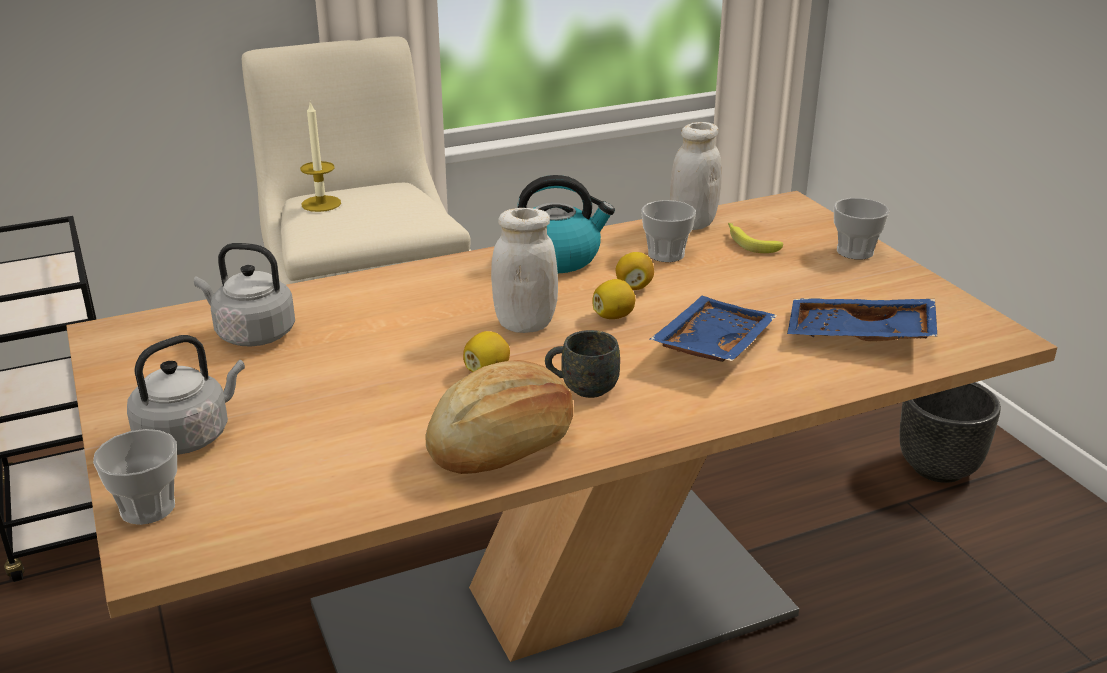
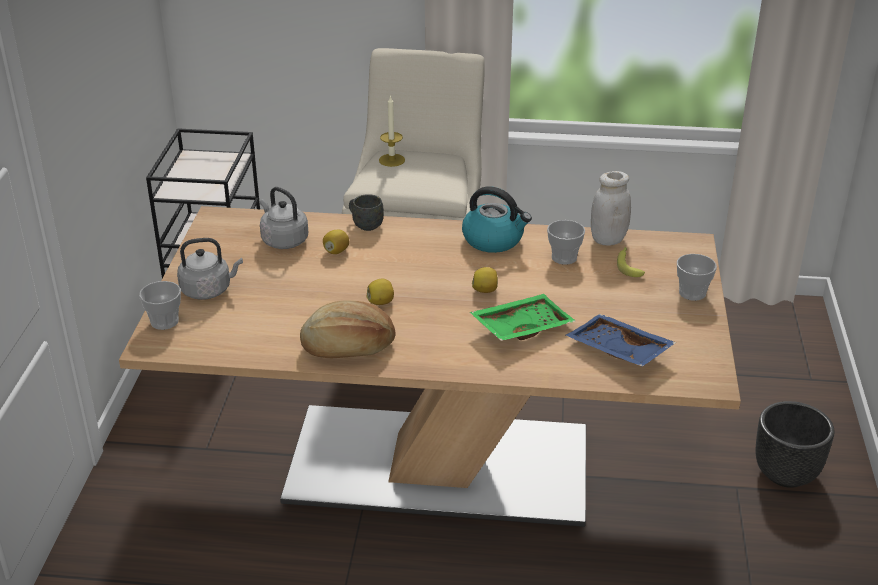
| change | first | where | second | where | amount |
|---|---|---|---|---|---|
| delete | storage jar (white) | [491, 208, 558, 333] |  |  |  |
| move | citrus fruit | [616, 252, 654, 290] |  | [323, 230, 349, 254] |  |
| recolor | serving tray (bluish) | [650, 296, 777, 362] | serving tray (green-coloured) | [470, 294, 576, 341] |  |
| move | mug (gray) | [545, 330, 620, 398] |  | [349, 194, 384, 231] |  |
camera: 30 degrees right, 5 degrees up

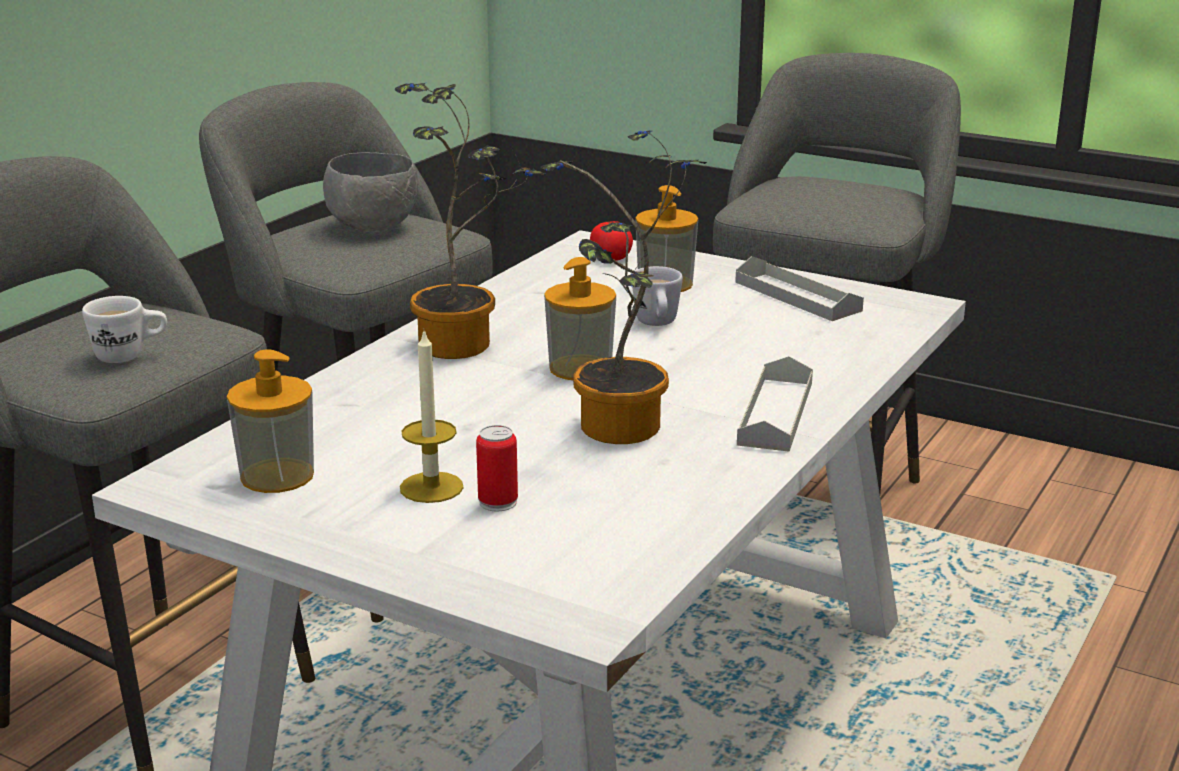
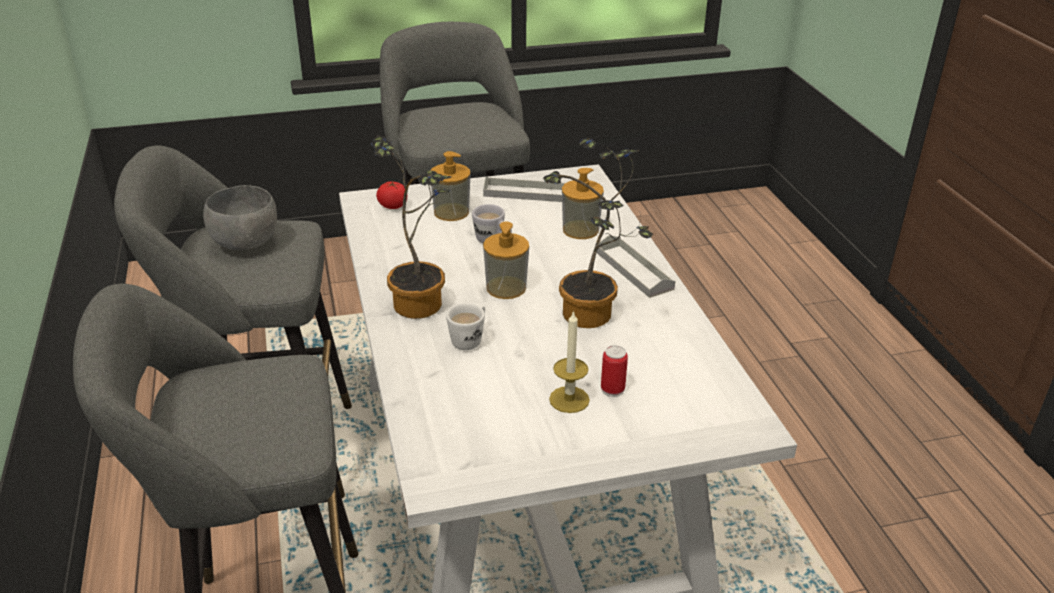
| change | first | where | second | where | amount |
|---|---|---|---|---|---|
| move | mug (white) | [82, 296, 167, 363] |  | [446, 303, 485, 350] |  |
| move | soap bottle | [227, 349, 314, 493] |  | [562, 168, 604, 239] |  |
camera: 45 degrees left, 10 degrees up

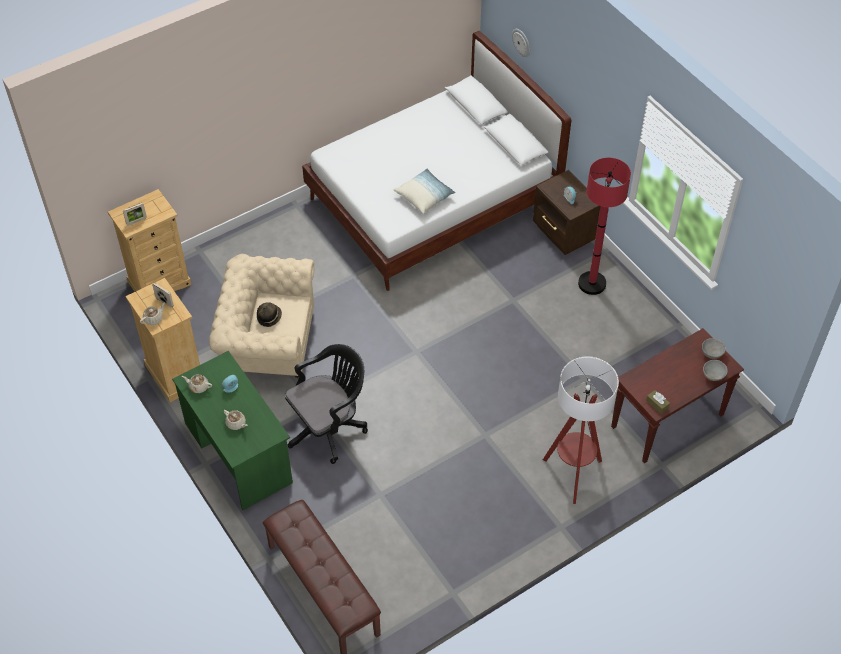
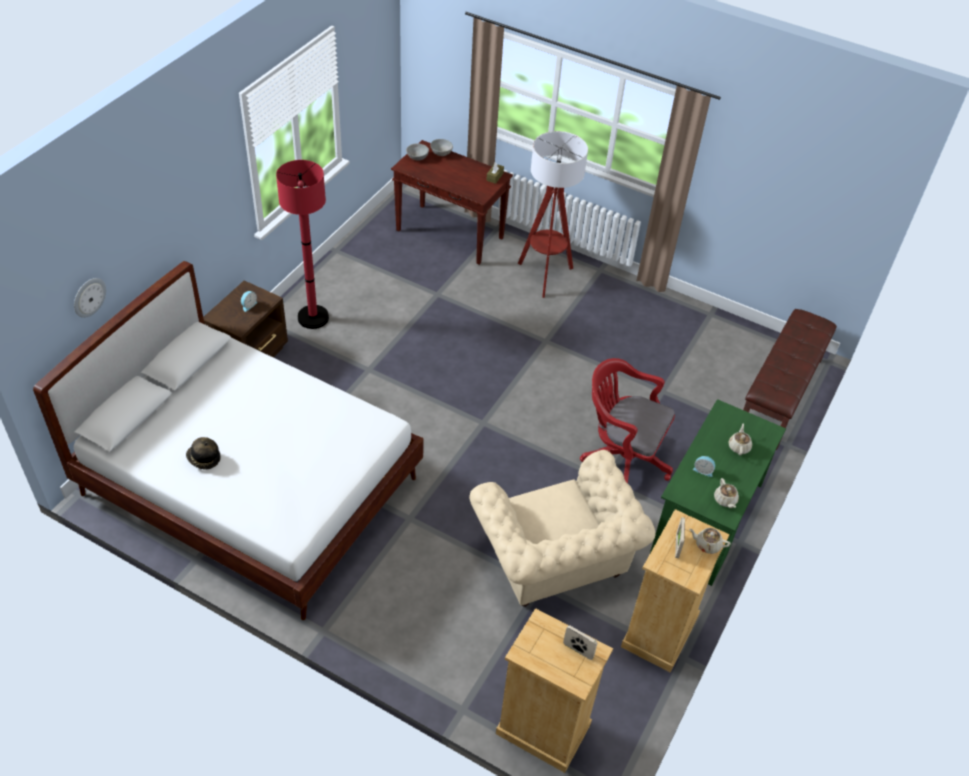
| change | first | where | second | where | amount |
|---|---|---|---|---|---|
| delete | throw pillow | [393, 168, 456, 214] |  |  |  |
| move | hat | [257, 302, 282, 327] |  | [186, 437, 221, 470] |  |
| recolor | computer chair (black-coloured) | [285, 344, 368, 464] | computer chair (reddish) | [580, 358, 675, 483] |  |
camera: 120 degrees left, 5 degrees down

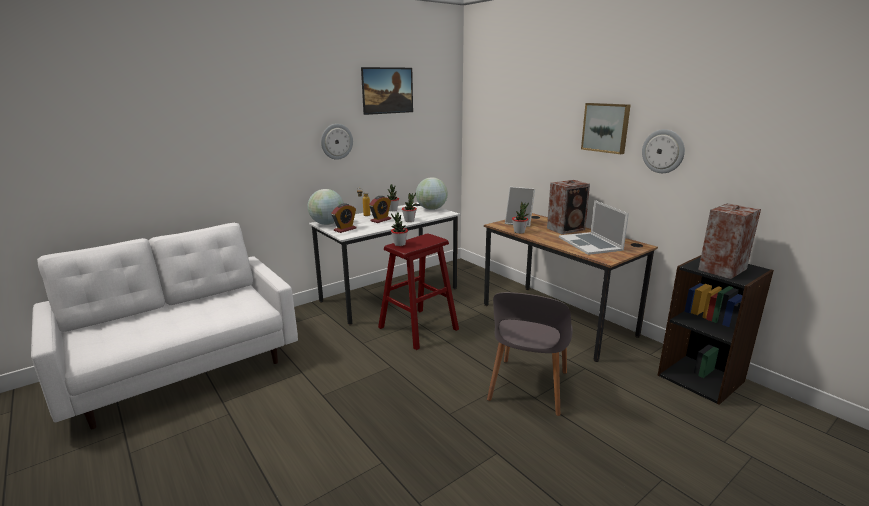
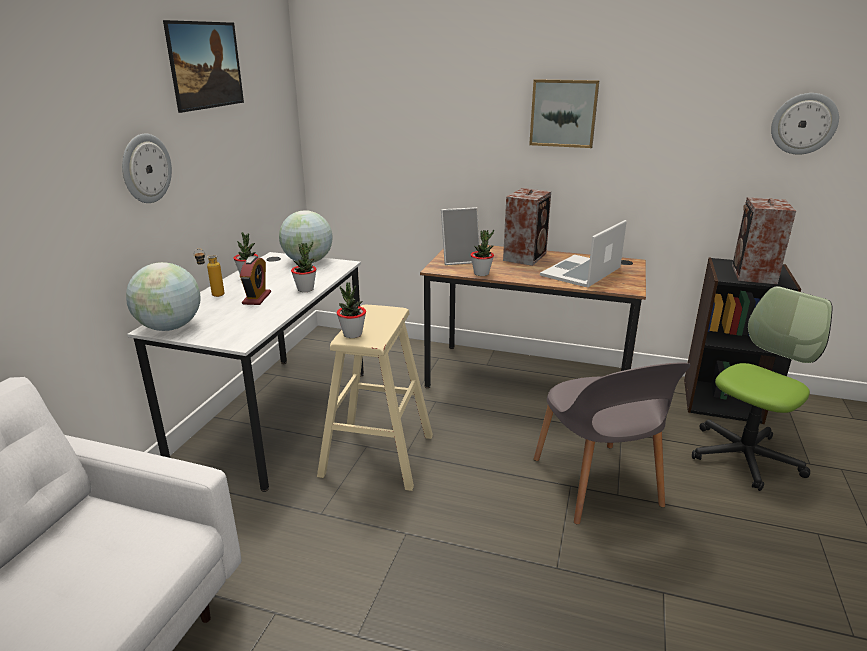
| change | first | where | second | where | amount |
|---|---|---|---|---|---|
| move | hanging clock | [642, 129, 685, 173] |  | [771, 93, 839, 155] |  |
| rotate | notebook computer | [559, 200, 629, 255] |  | [540, 220, 627, 288] | 90 degrees clockwise |
| delete | table clock | [331, 204, 357, 233] |  |  |  |
| recolor | sitting stool (reddish) | [378, 234, 459, 350] | sitting stool (beige-coloured) | [317, 305, 433, 491] |  |
| insert |  |  | computer chair | [692, 286, 833, 491] |  |
camera: 35 degrees left, 5 degrees up

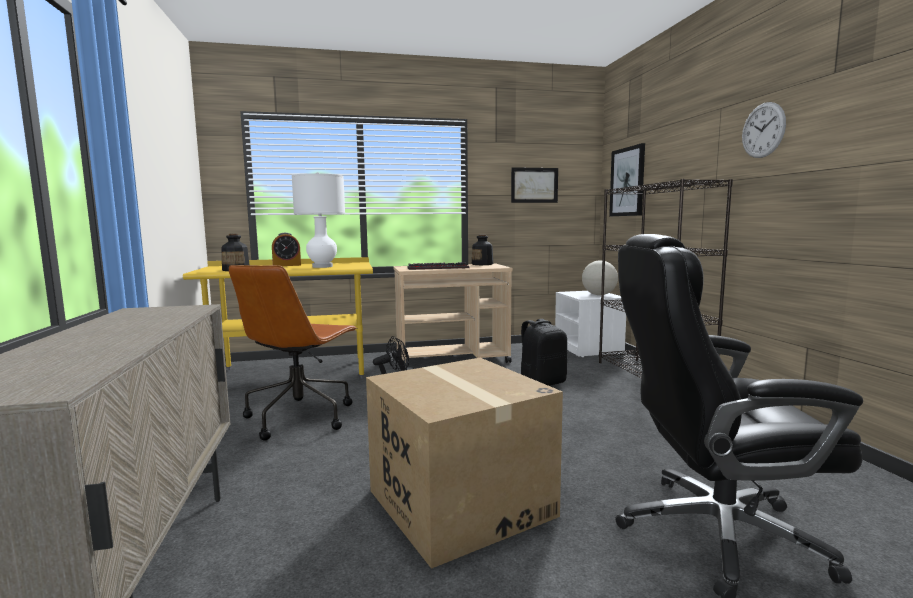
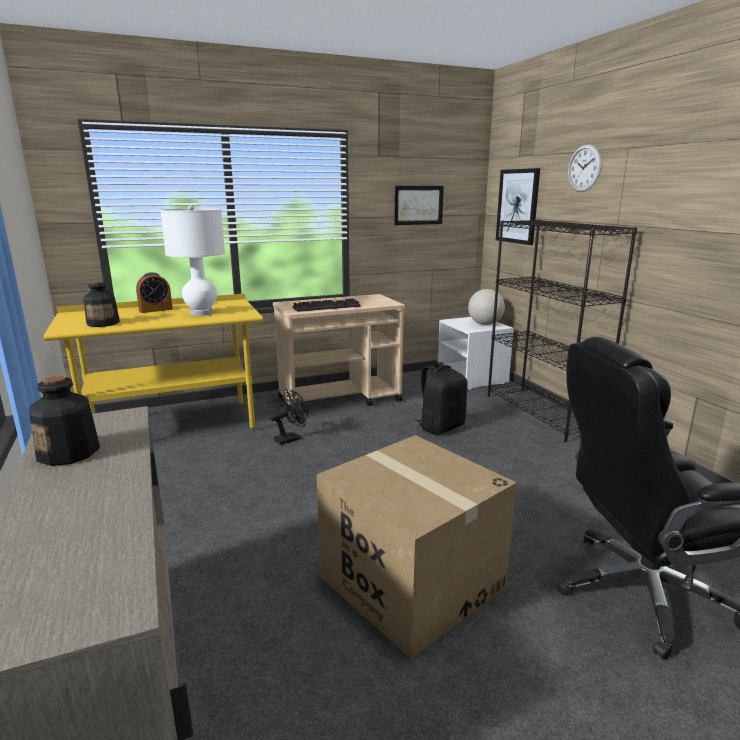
| change | first | where | second | where | amount |
|---|---|---|---|---|---|
| move | hanging clock | [742, 102, 786, 158] |  | [568, 144, 602, 192] |  |
| move | beverage bottle | [472, 235, 493, 265] |  | [29, 375, 100, 466] |  |
| delete | computer chair (brown-coloured) | [229, 265, 357, 441] |  |  |  |
camera: 10 degrees left, 10 degrees up

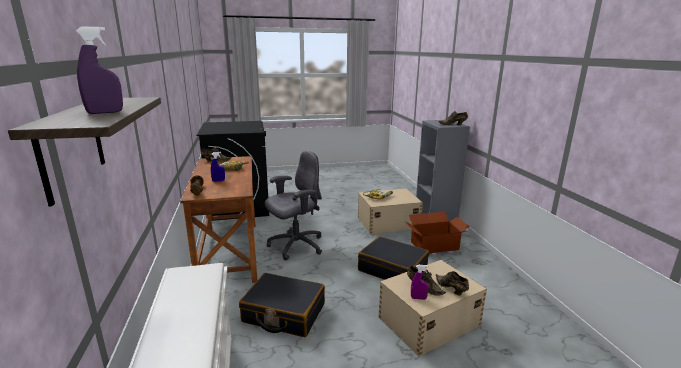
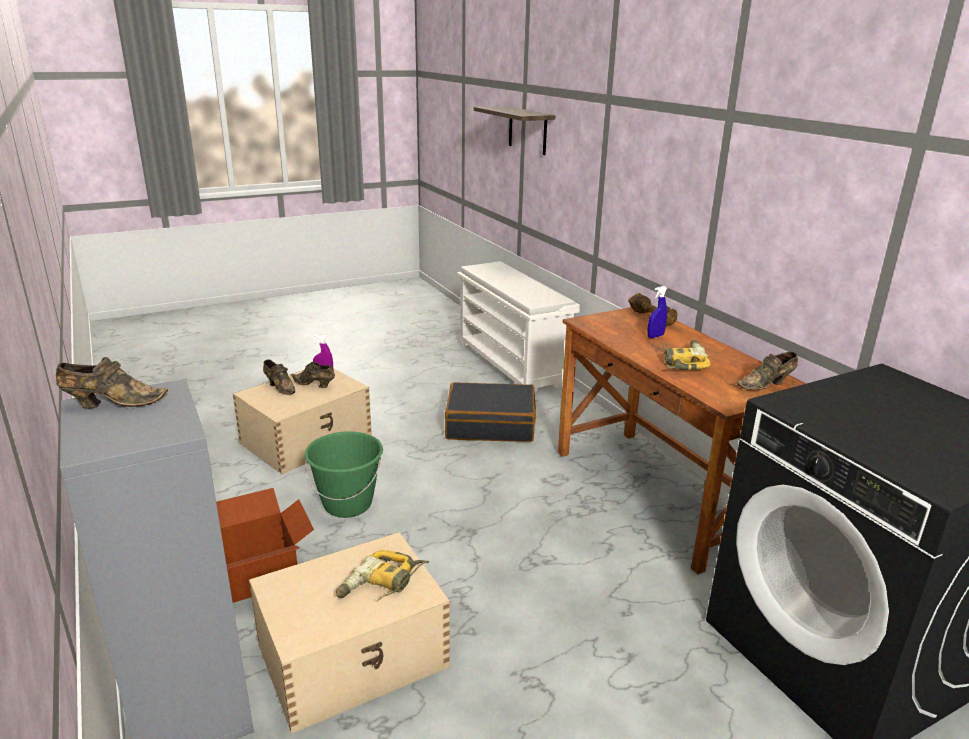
| change | first | where | second | where | amount |
|---|---|---|---|---|---|
| delete | spray bottle (purple-coloured) | [76, 27, 123, 114] |  |  |  |
| delete | computer chair (gray) | [265, 151, 322, 261] |  |  |  |
| replace | suitcase (black-coloured) | [358, 236, 429, 280] | bucket (green-coloured) | [305, 431, 383, 518] |  |
camera: 165 degrees right, 5 degrees up

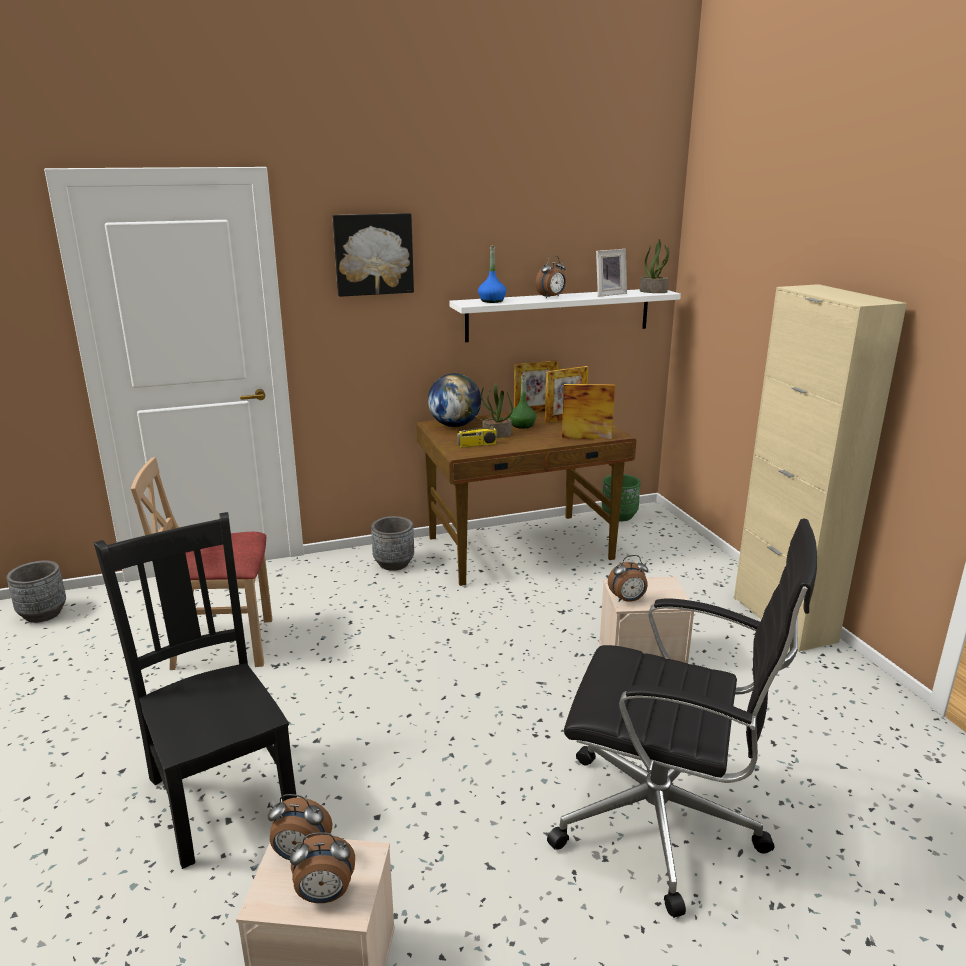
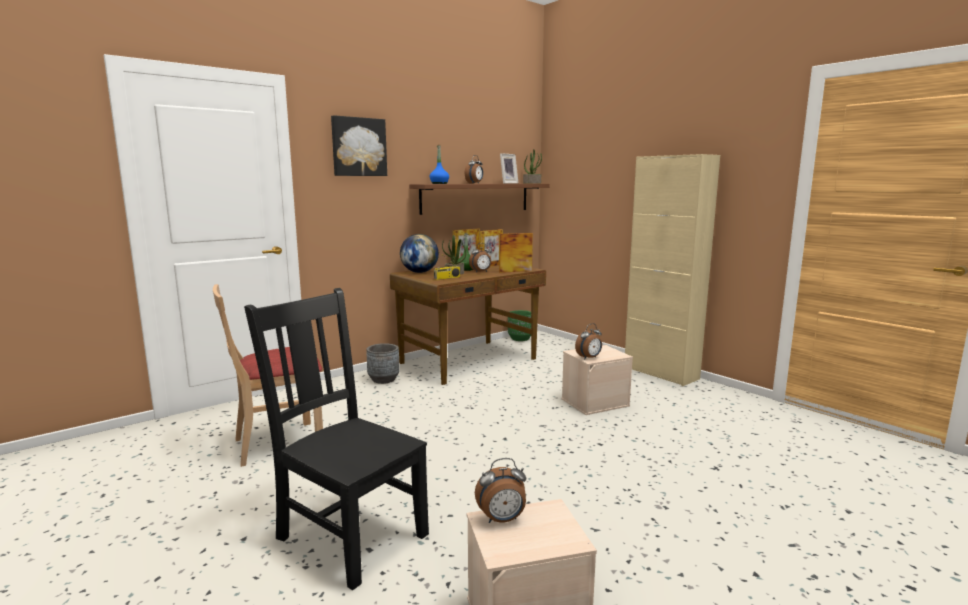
| change | first | where | second | where | amount |
|---|---|---|---|---|---|
| recolor | shelf (white) | [449, 289, 681, 342] | shelf (brown-coloured) | [409, 184, 550, 215] |  |
| delete | computer chair (black-coloured) | [547, 519, 817, 918] |  |  |  |
| delete | plant pot (gray) | [6, 560, 66, 623] |  |  |  |
| move | table clock | [290, 832, 355, 903] |  | [469, 243, 491, 273] |  |
camera: 20 degrees left, 10 degrees down

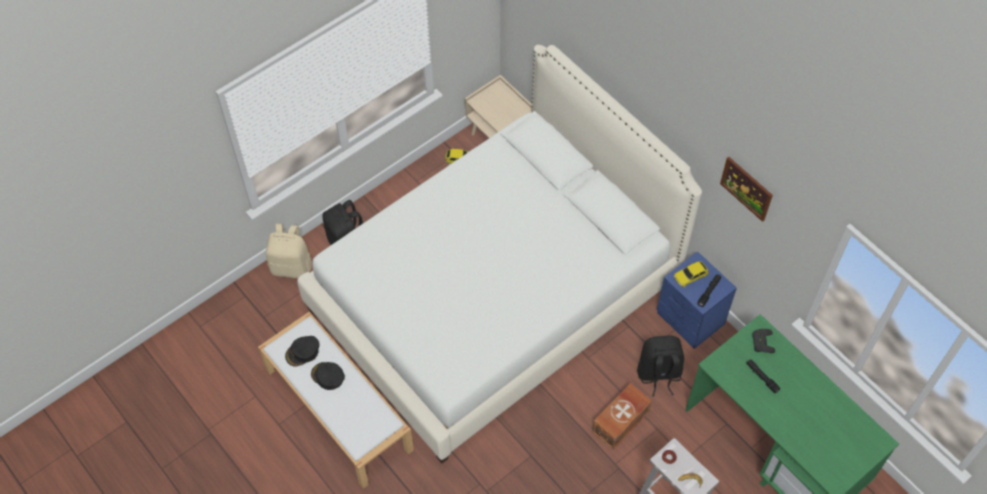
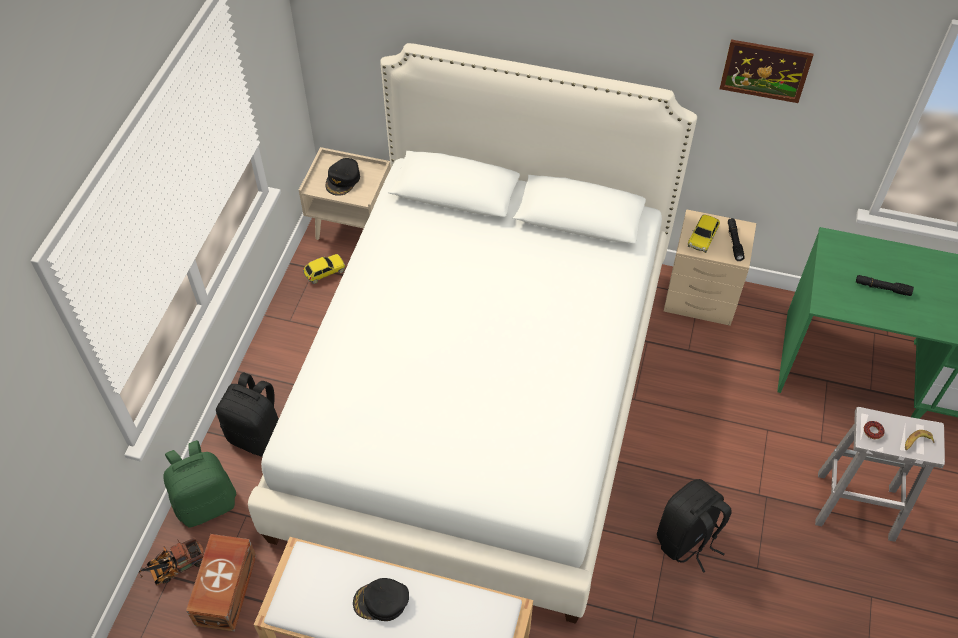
| change | first | where | second | where | amount |
|---|---|---|---|---|---|
| recolor | knapsack (beige-coloured) | [266, 224, 312, 278] | knapsack (green-coloured) | [163, 440, 236, 528] |  |
| recolor | night table (bluish) | [657, 251, 737, 349] | night table (beige-coloured) | [664, 209, 756, 326] |  |
| delete | gamepad (black-coloured) | [753, 329, 775, 353] |  |  |  |
| move | baseball cap (black-coloured) | [285, 336, 319, 366] |  | [326, 158, 360, 196] |  |
| move | knapsack (black-coloured) | [637, 336, 684, 397] |  | [657, 479, 731, 573] |  |
| move | storage box (brown-coloured) | [592, 383, 652, 450] |  | [186, 534, 256, 632] |  |
| insert |  |  | toy truck | [139, 537, 204, 585] |  |
camera: 35 degrees left, 5 degrees down

